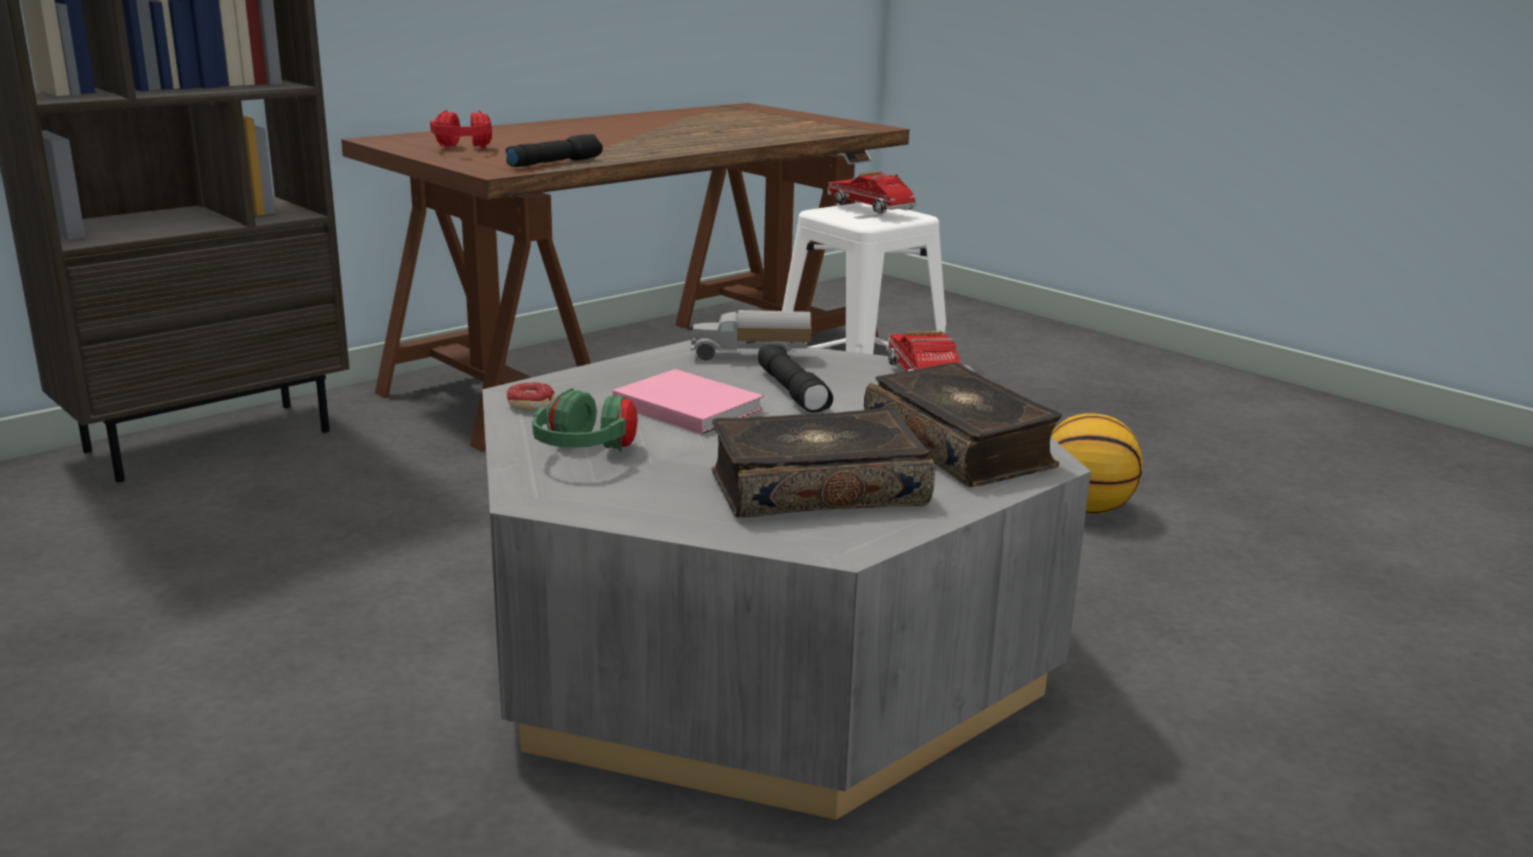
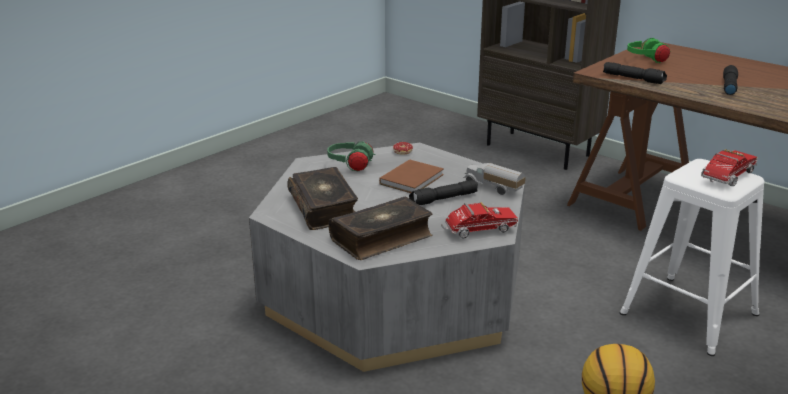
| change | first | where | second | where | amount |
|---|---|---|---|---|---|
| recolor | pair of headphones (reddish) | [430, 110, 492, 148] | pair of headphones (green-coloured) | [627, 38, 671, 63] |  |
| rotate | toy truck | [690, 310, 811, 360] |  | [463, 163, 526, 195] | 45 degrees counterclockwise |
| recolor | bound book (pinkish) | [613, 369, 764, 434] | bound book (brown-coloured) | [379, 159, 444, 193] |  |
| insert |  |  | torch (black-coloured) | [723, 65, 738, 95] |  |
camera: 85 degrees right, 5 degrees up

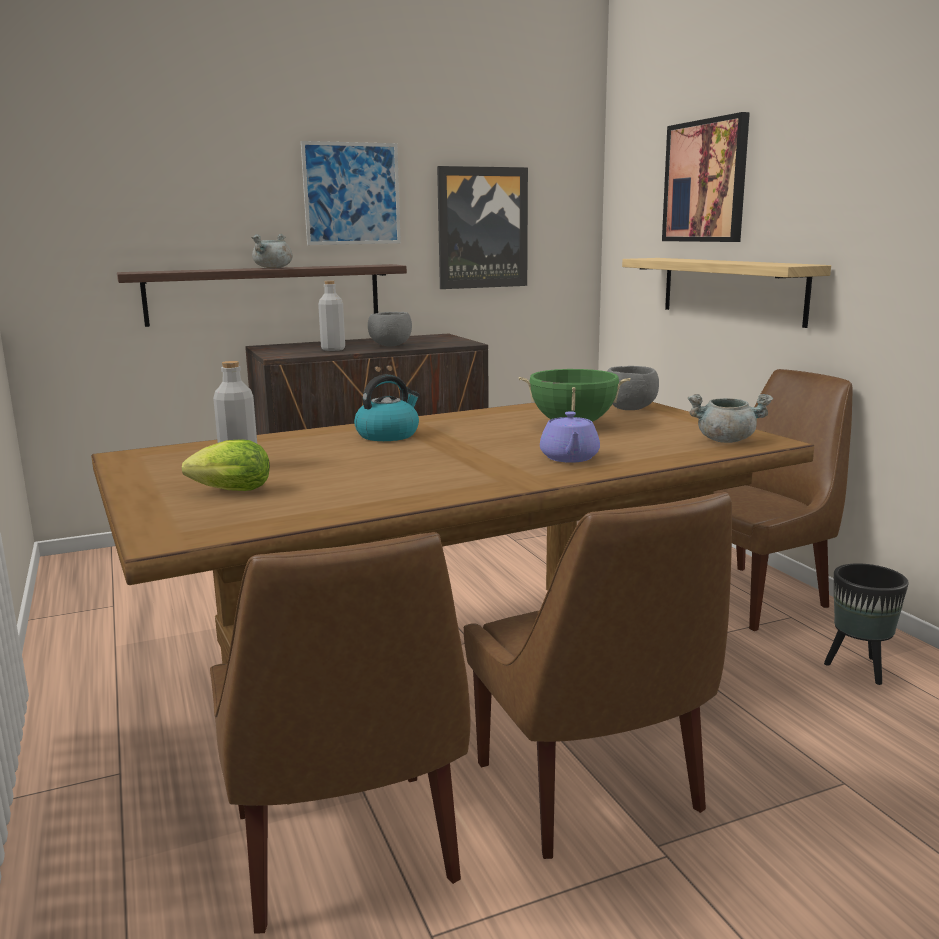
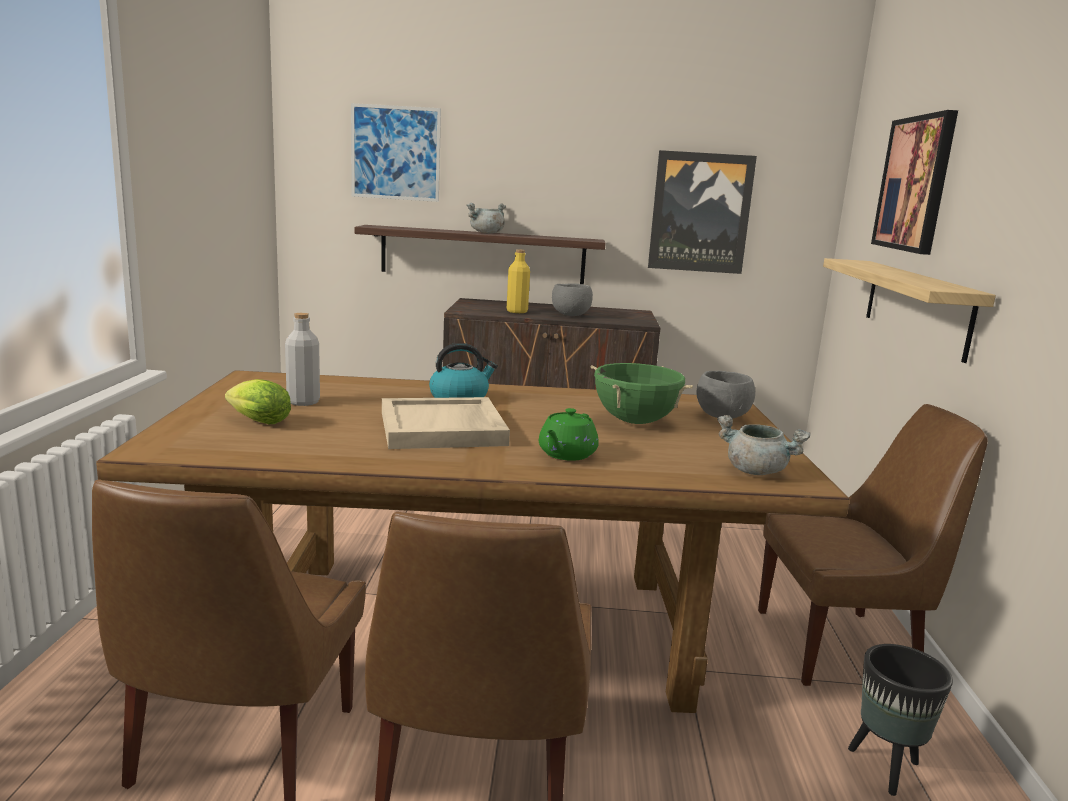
| change | first | where | second | where | amount |
|---|---|---|---|---|---|
| move | picture | [301, 141, 401, 245] |  | [351, 103, 441, 202] |  |
| recolor | beverage bottle (gray) | [318, 281, 345, 351] | beverage bottle (yellow-coloured) | [507, 249, 530, 313] |  |
| recolor | tea pot (purple-coloured) | [540, 411, 600, 463] | tea pot (green-coloured) | [539, 408, 599, 461] |  |
| insert |  |  | serving tray (beige-coloured) | [382, 397, 510, 449] |  |
camera: 25 degrees right, 0 degrees up

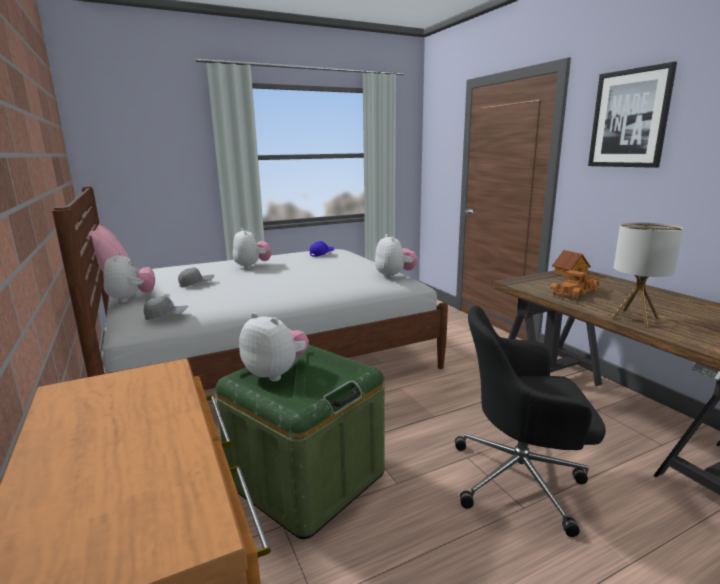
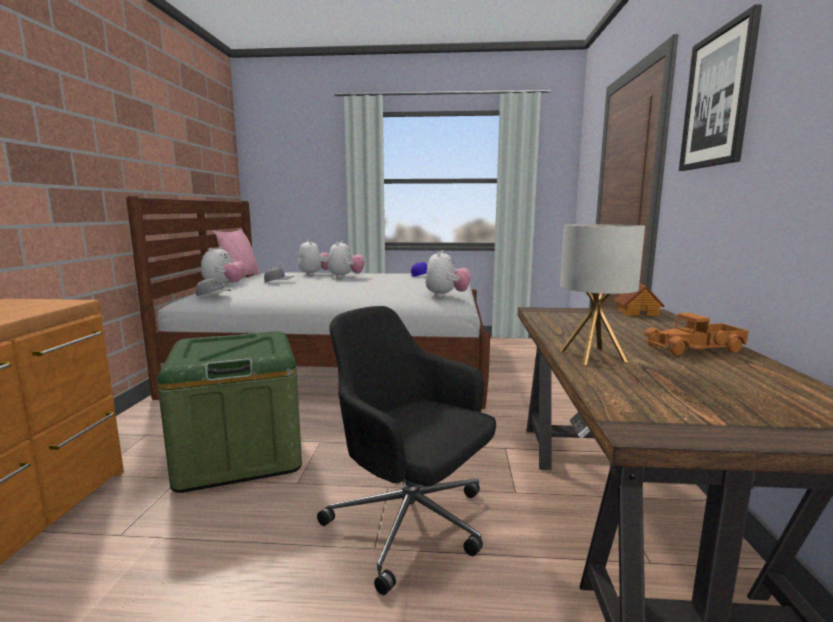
| change | first | where | second | where | amount |
|---|---|---|---|---|---|
| move | toy truck | [550, 270, 600, 300] |  | [644, 313, 749, 356] |  |
| move | soft toy | [239, 312, 309, 382] |  | [298, 240, 329, 276] |  |
camera: 30 degrees right, 5 degrees down

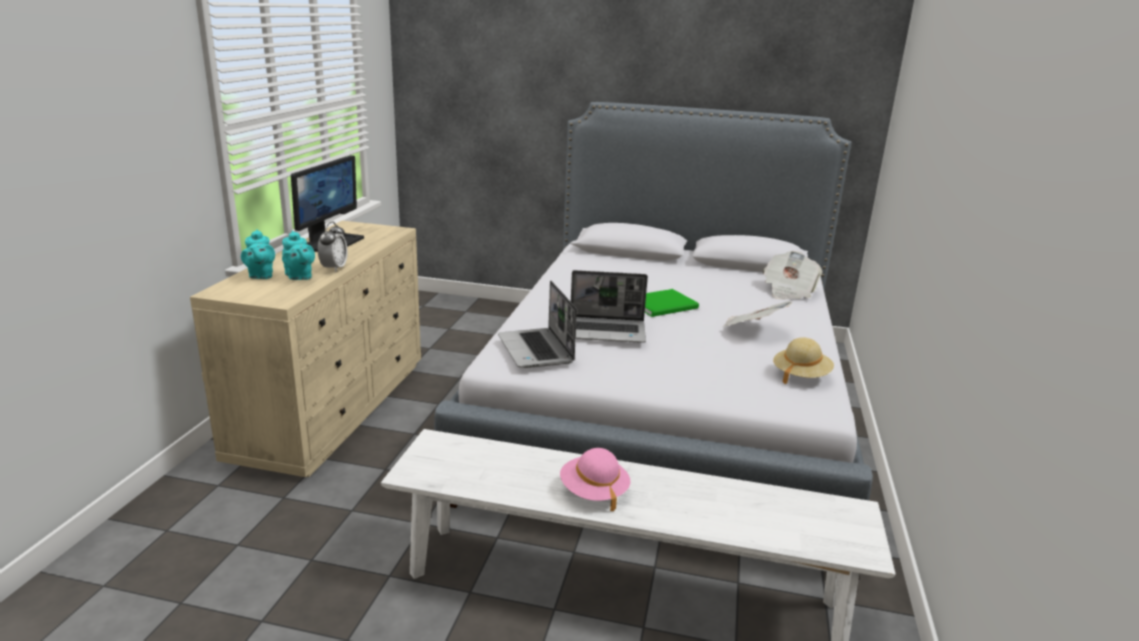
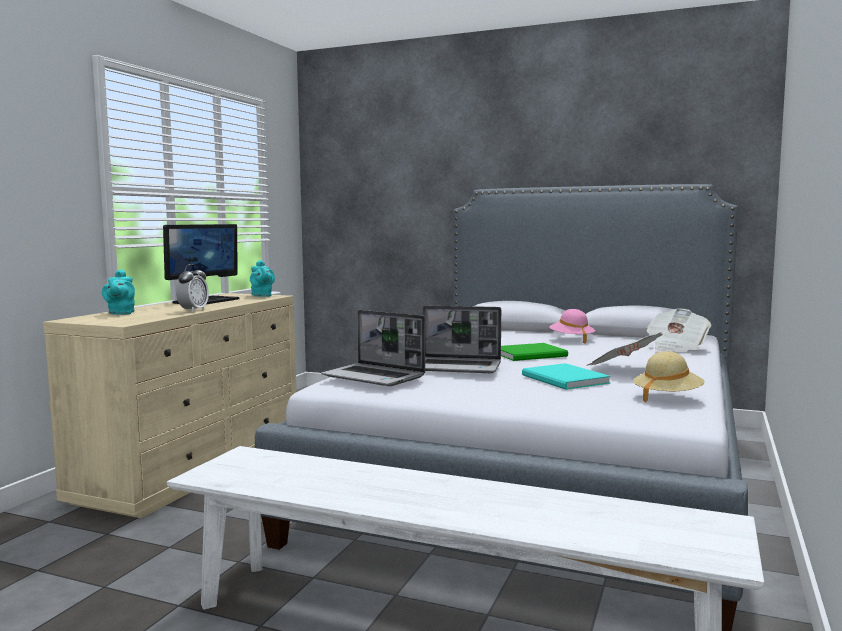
| change | first | where | second | where | amount |
|---|---|---|---|---|---|
| move | tea pot (turquoise) | [282, 231, 315, 280] |  | [250, 260, 275, 297] |  |
| rotate | notebook computer | [498, 281, 577, 368] |  | [321, 310, 425, 386] | 45 degrees counterclockwise |
| move | hat (pinkish) | [560, 448, 630, 511] |  | [549, 309, 595, 344] |  |
| insert |  |  | bound book (turquoise) | [522, 363, 611, 390] |  |
camera: 10 degrees right, 15 degrees down

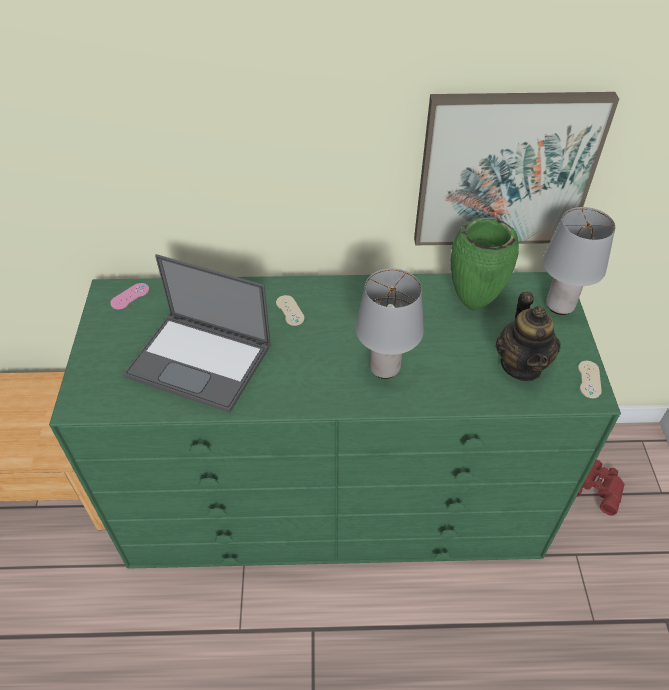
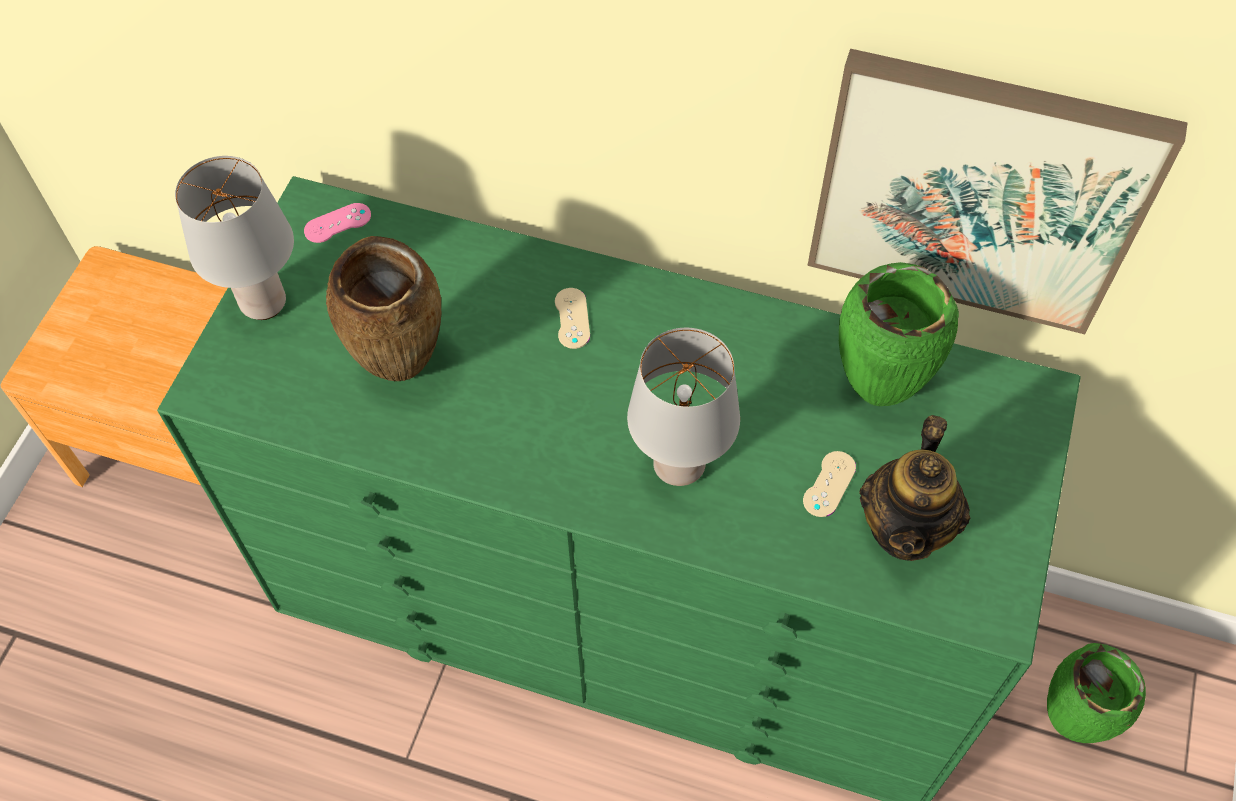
| change | first | where | second | where | amount |
|---|---|---|---|---|---|
| move | table lamp (gray) | [542, 207, 615, 315] |  | [175, 156, 294, 320] |  |
| replace | notebook computer | [124, 254, 271, 413] | flower vase (brown-coloured) | [326, 236, 442, 381] |  |
| move | gamepad (beige-coloured) | [578, 361, 602, 398] |  | [803, 451, 856, 517] |  |
| replace | binoculars (reddish) | [576, 460, 625, 515] | flower vase (green-coloured) | [1047, 643, 1146, 743] |  |
camera: 20 degrees right, 10 degrees up

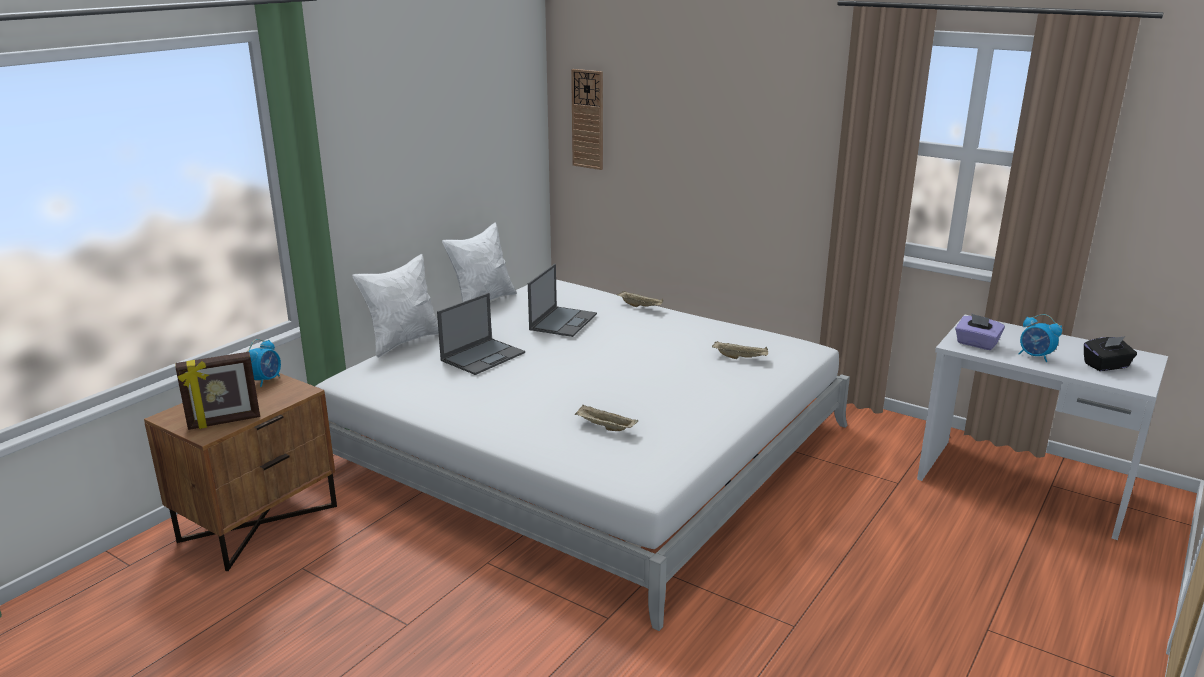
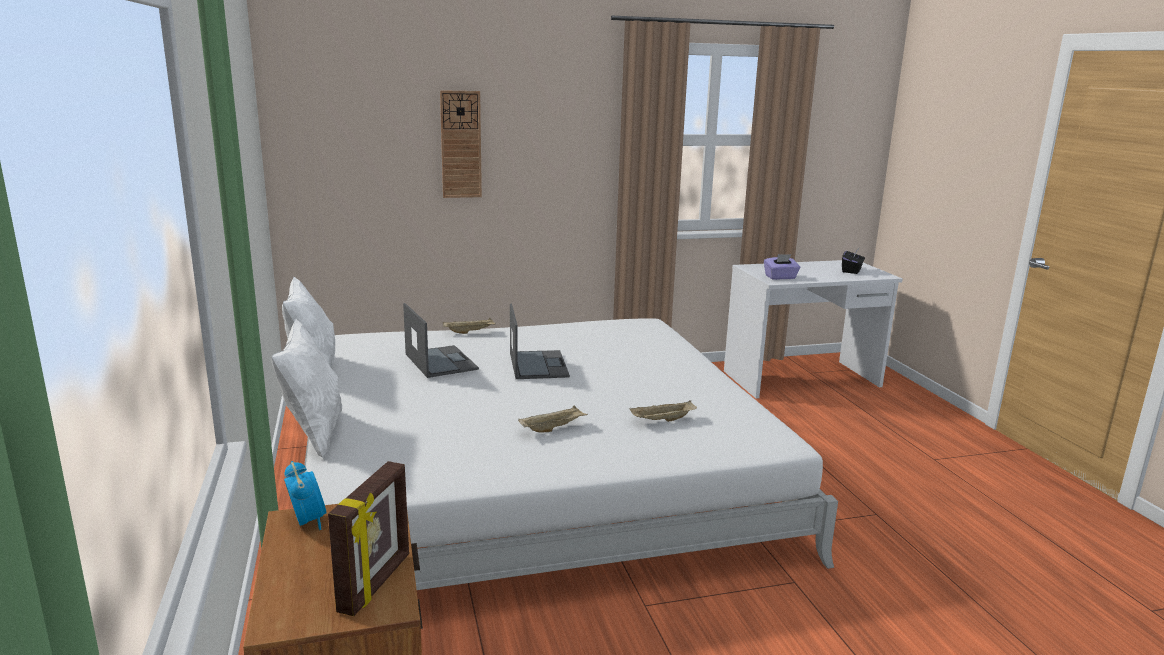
| change | first | where | second | where | amount |
|---|---|---|---|---|---|
| move | hanging clock | [571, 69, 603, 170] |  | [440, 90, 482, 198] |  |
| move | notebook computer | [437, 293, 525, 375] |  | [510, 304, 570, 379] |  |
| delete | table clock | [1019, 314, 1062, 362] |  |  |  |
| move | serving tray (beige-coloured) | [712, 341, 768, 359] |  | [518, 405, 588, 432] |  |
camera: 50 degrees left, 5 degrees down

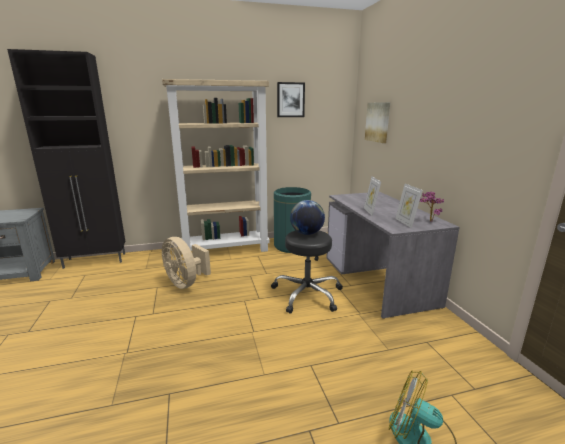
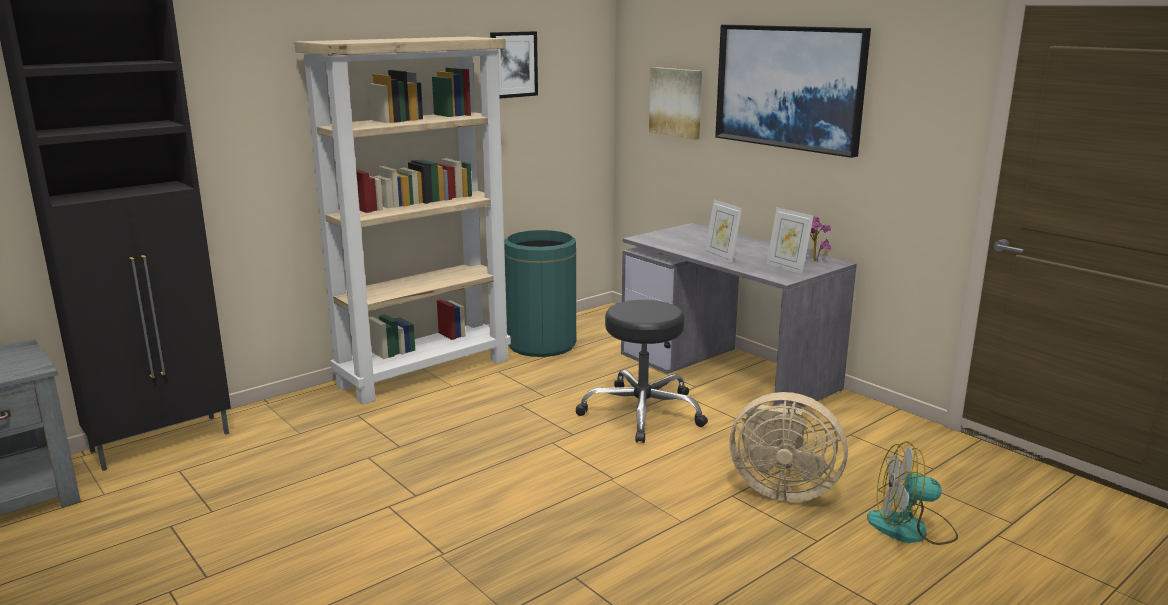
| change | first | where | second | where | amount |
|---|---|---|---|---|---|
| delete | desk globe | [290, 200, 325, 235] |  |  |  |
| move | electric fan (beige-coloured) | [162, 237, 211, 289] |  | [730, 392, 848, 502] |  |
| insert |  |  | picture | [715, 24, 871, 158] |  |
camera: 25 degrees left, 0 degrees up

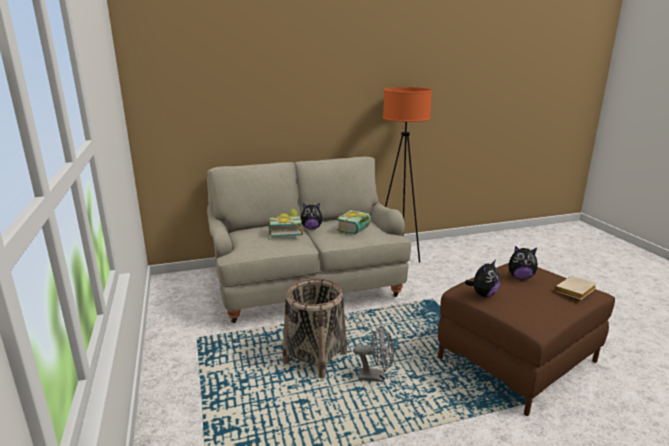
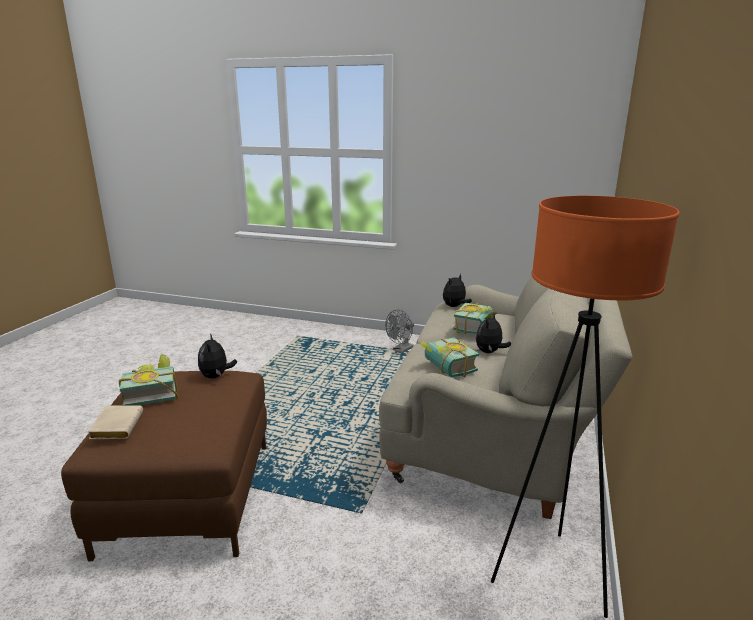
| change | first | where | second | where | amount |
|---|---|---|---|---|---|
| move | soft toy | [508, 246, 538, 279] |  | [443, 273, 472, 307] |  |
| delete | storage basket | [283, 278, 347, 379] |  |  |  |
| move | electric fan (gray) | [353, 325, 394, 382] |  | [385, 310, 414, 353] |  |
| insert |  |  | bound book | [119, 354, 179, 405] |  |
camera: 125 degrees right, 0 degrees up

